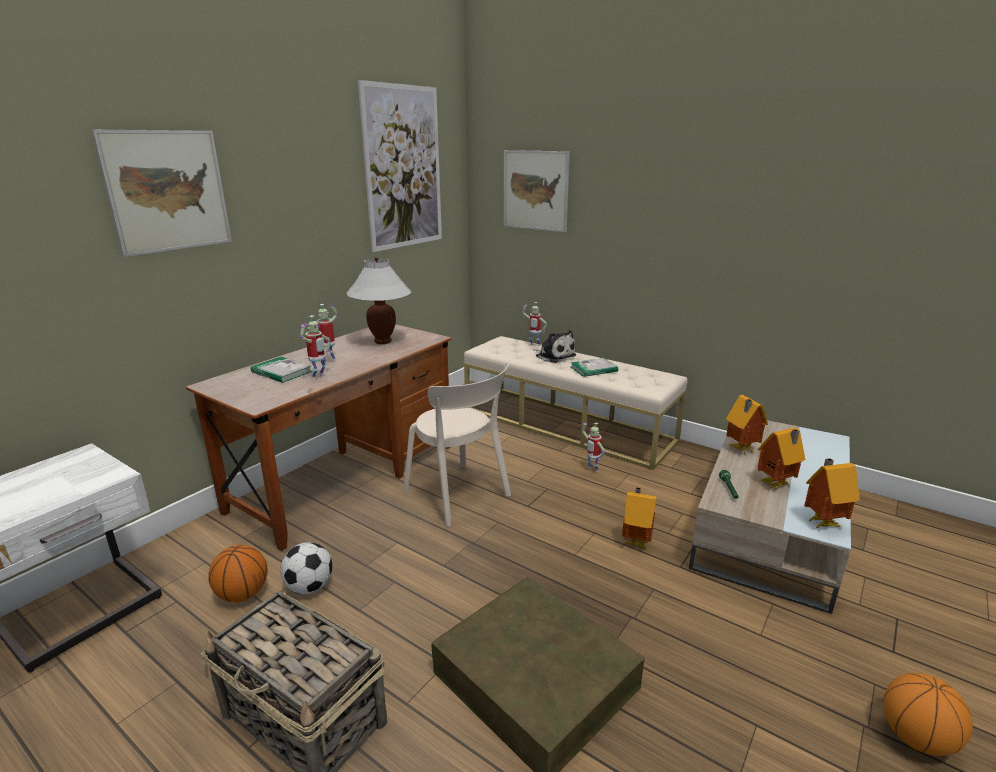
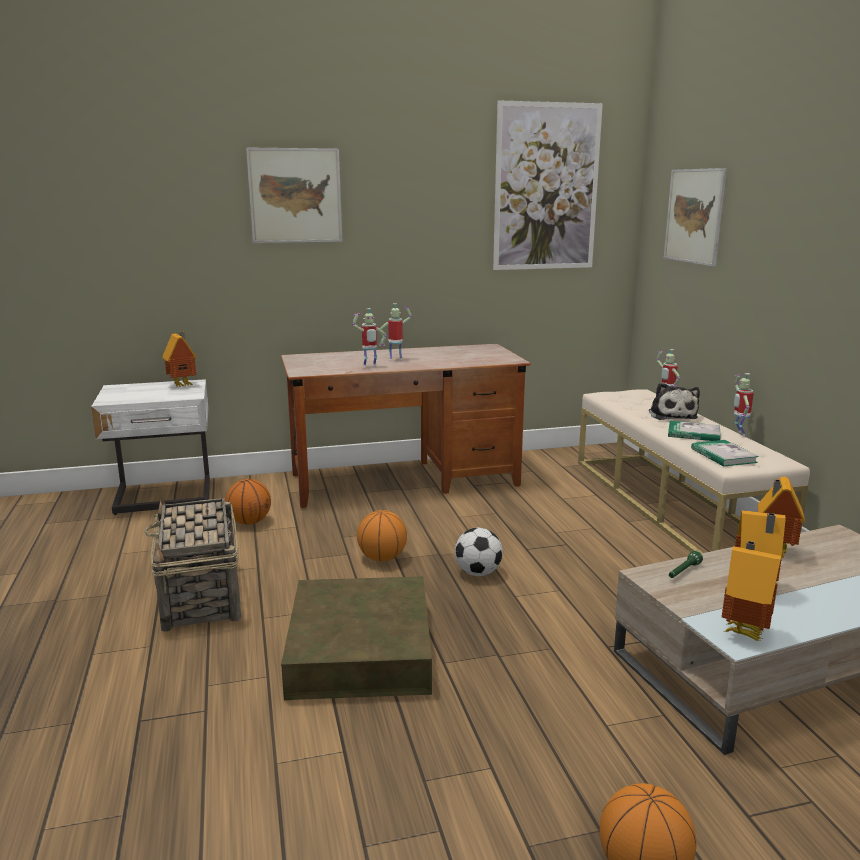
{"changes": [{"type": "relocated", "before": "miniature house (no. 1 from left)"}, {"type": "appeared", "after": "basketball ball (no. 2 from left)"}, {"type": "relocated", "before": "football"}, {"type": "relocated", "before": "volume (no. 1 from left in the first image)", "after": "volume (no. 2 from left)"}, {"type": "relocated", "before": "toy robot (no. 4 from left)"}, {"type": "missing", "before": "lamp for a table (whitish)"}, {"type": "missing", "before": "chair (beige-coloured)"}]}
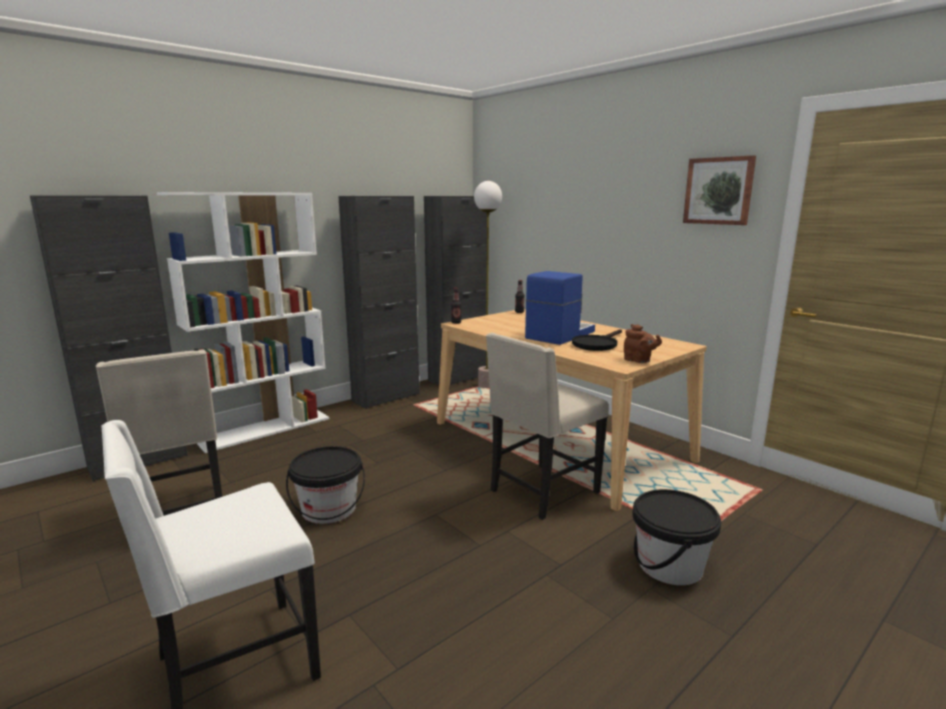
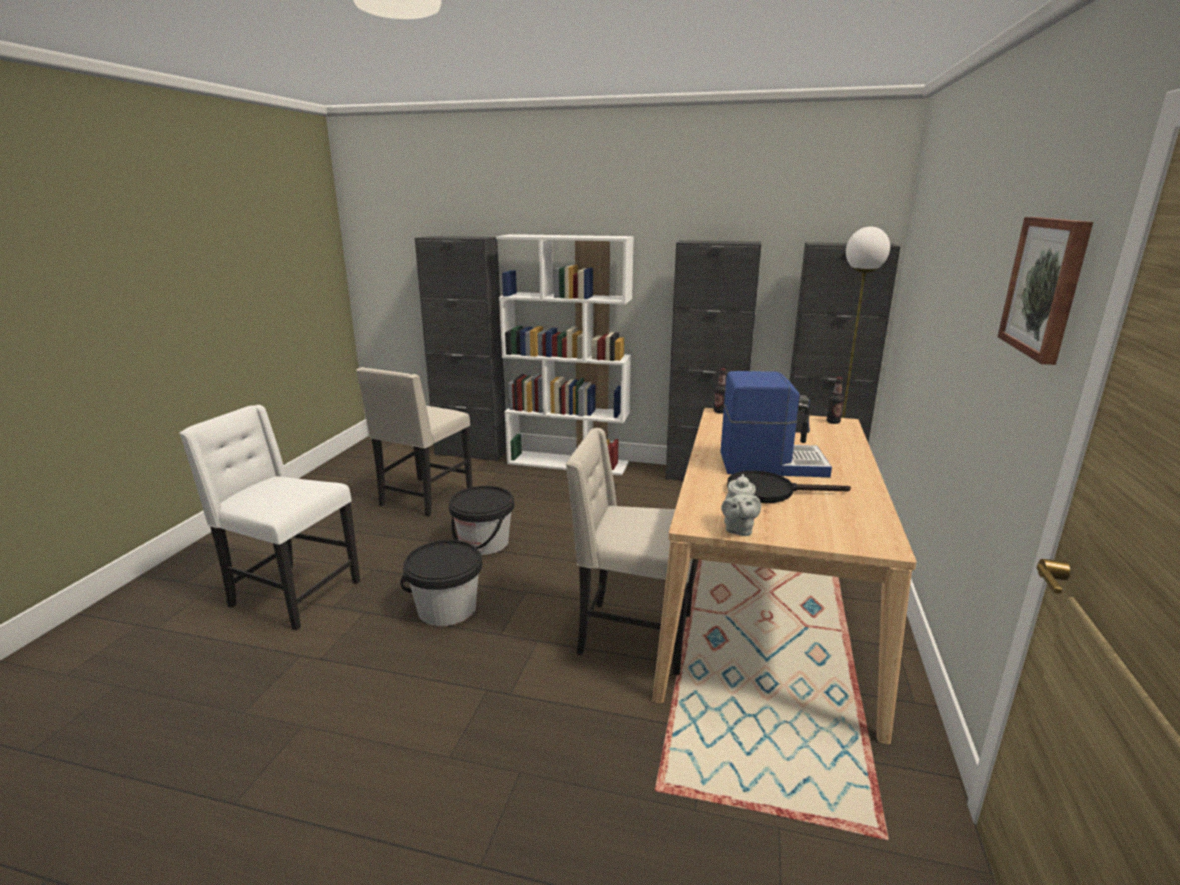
{"changes": [{"type": "relocated", "before": "pail (black) (no. 2 from left in the first image)", "after": "pail (black) (no. 1 from left)"}, {"type": "colour", "before": "teapot (brownish)", "after": "teapot (grey)"}]}
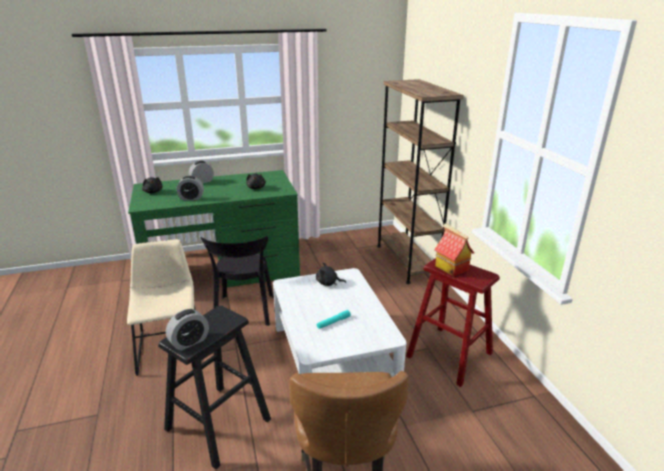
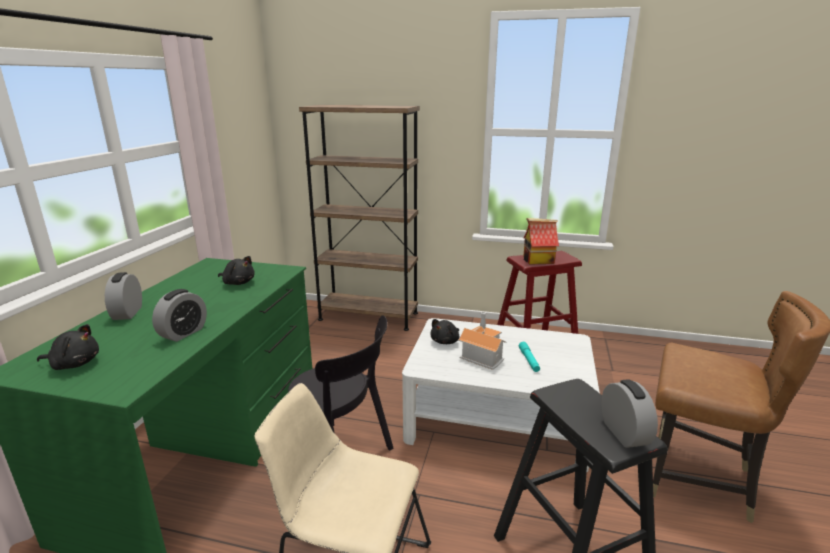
{"changes": [{"type": "appeared", "after": "miniature house (no. 1 from left)"}]}
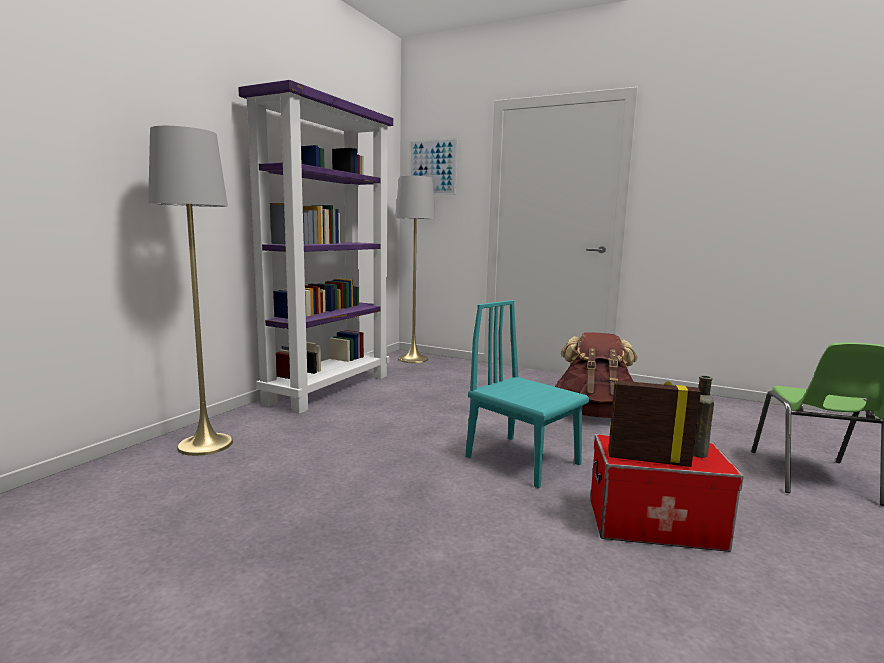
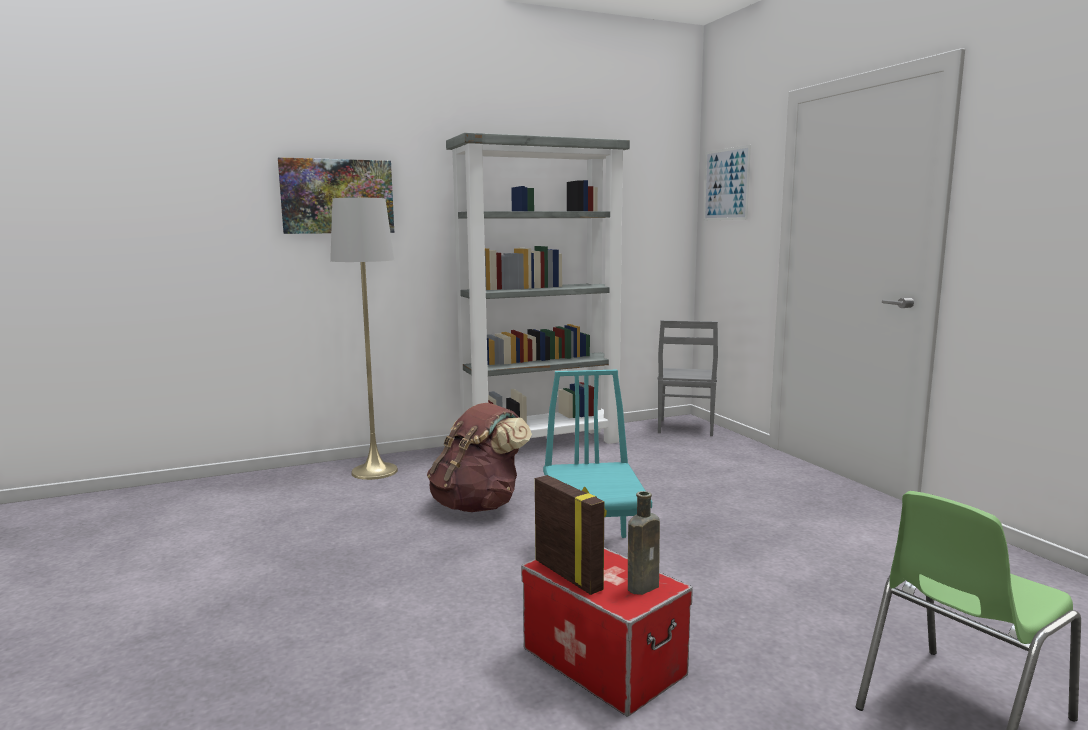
{"changes": [{"type": "appeared", "after": "picture (no. 1 from left)"}, {"type": "relocated", "before": "knapsack (brownish)"}, {"type": "colour", "before": "shelving unit (purple-coloured)", "after": "shelving unit (grey)"}, {"type": "exchanged", "before": "standing lamp (grey) (no. 2 from left)", "after": "chair (grey)"}]}
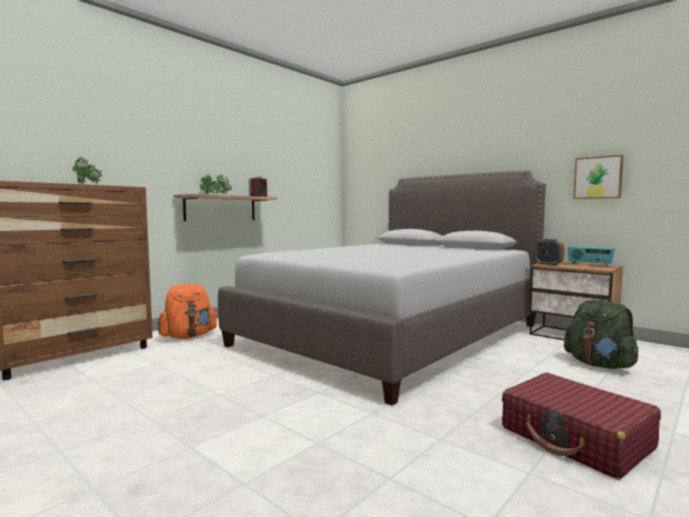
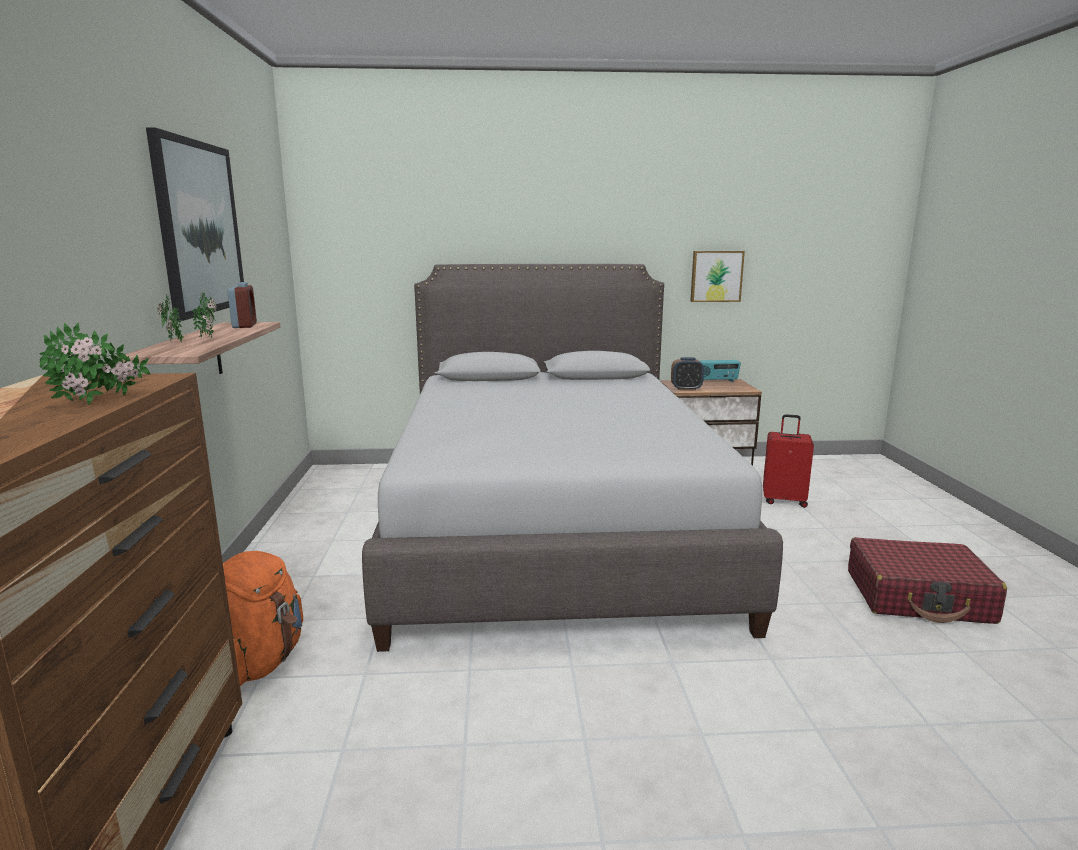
{"changes": [{"type": "appeared", "after": "picture (no. 1 from left)"}, {"type": "exchanged", "before": "knapsack (greenish)", "after": "travel case (reddish) (no. 1 from left)"}]}
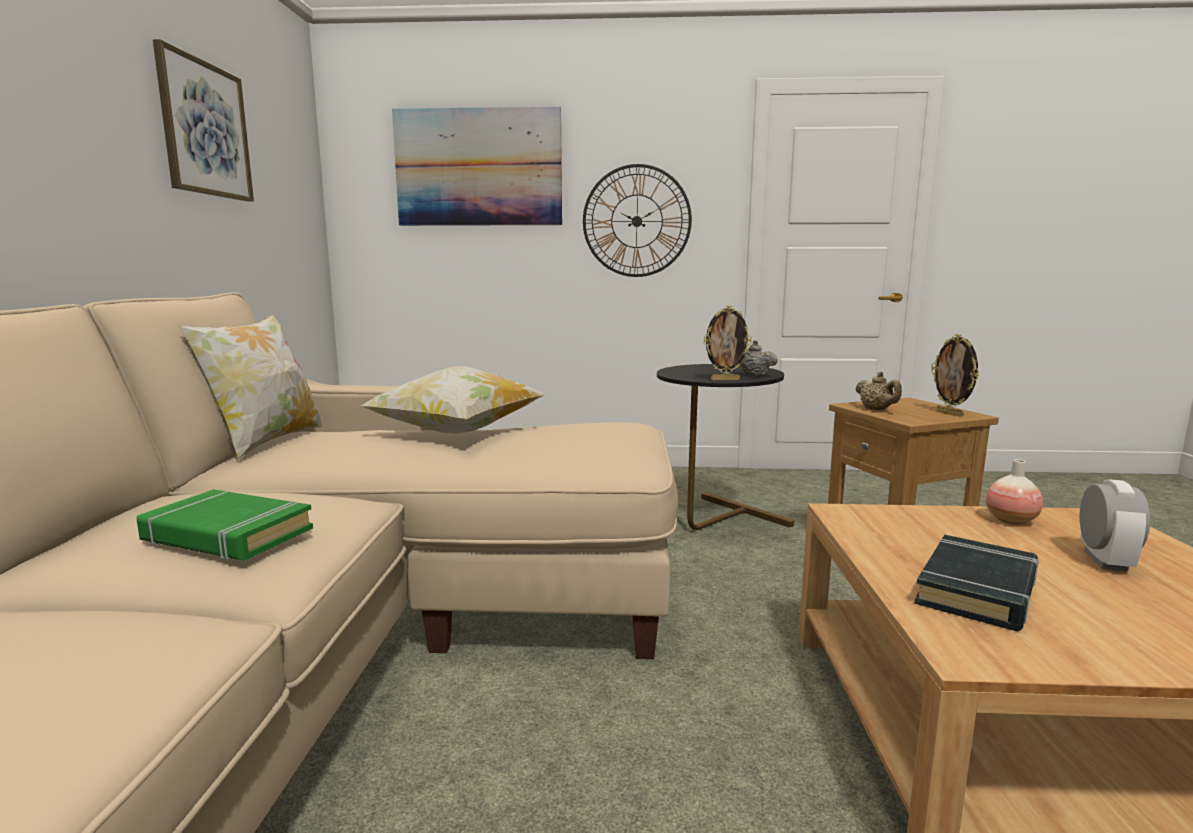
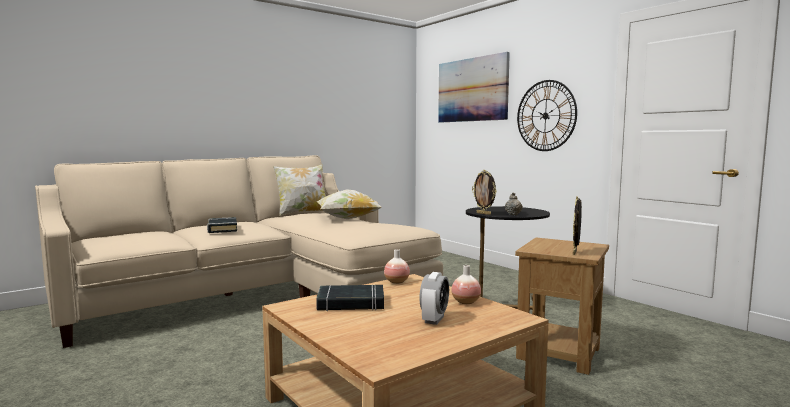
{"changes": [{"type": "colour", "before": "volume (greenish)", "after": "volume (black) (no. 1 from left)"}, {"type": "appeared", "after": "flower vase (no. 1 from left)"}, {"type": "spun", "before": "bedside clock", "turn": -45}, {"type": "missing", "before": "picture (no. 1 from left)"}, {"type": "missing", "before": "teapot (beige-coloured) (no. 2 from left)"}]}
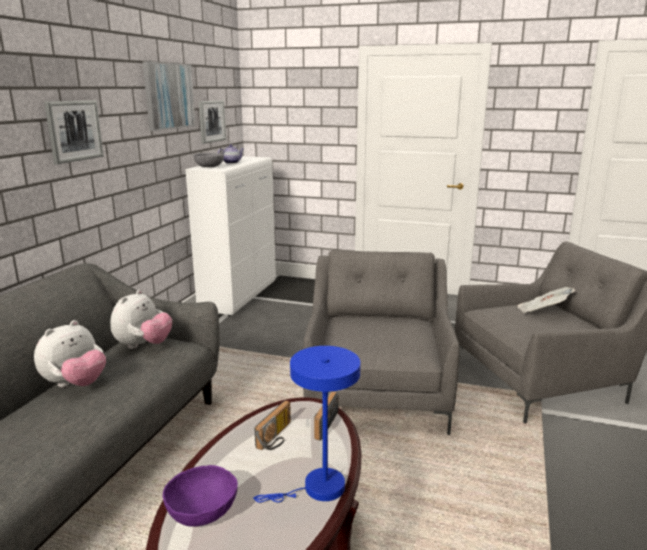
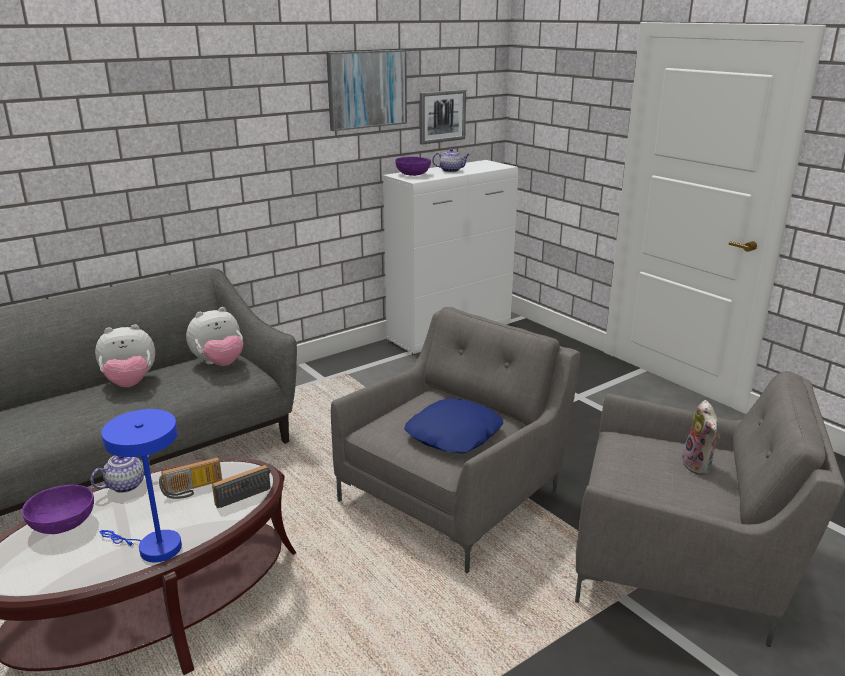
{"changes": [{"type": "appeared", "after": "teapot (no. 1 from left)"}, {"type": "colour", "before": "bowl (grey)", "after": "bowl (purple-coloured) (no. 2 from left)"}, {"type": "appeared", "after": "throw pillow (blue-coloured)"}, {"type": "exchanged", "before": "printed paper", "after": "cuddly toy (no. 3 from left)"}, {"type": "missing", "before": "picture (no. 1 from left)"}]}
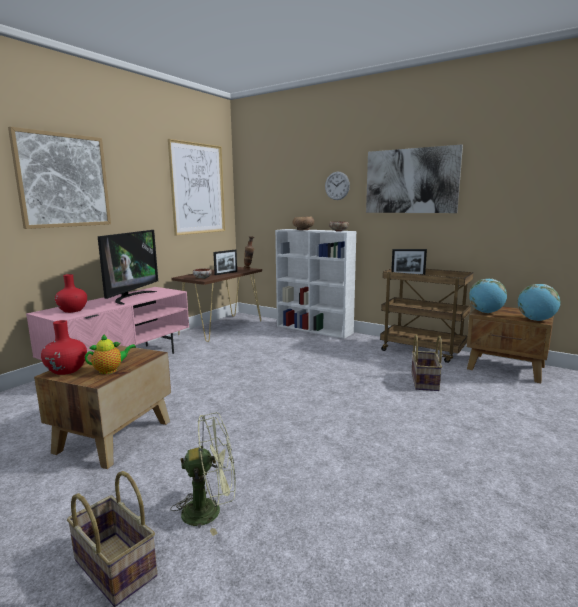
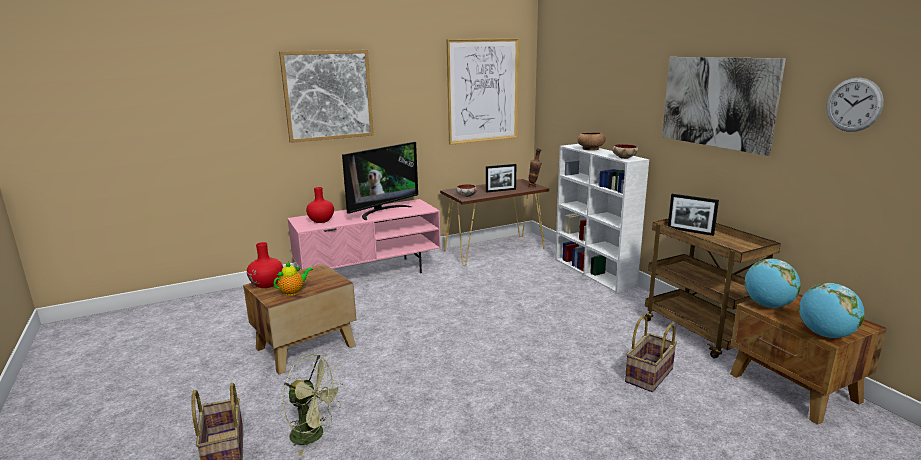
{"changes": [{"type": "spun", "before": "teapot", "turn": -45}, {"type": "relocated", "before": "hanging clock"}]}
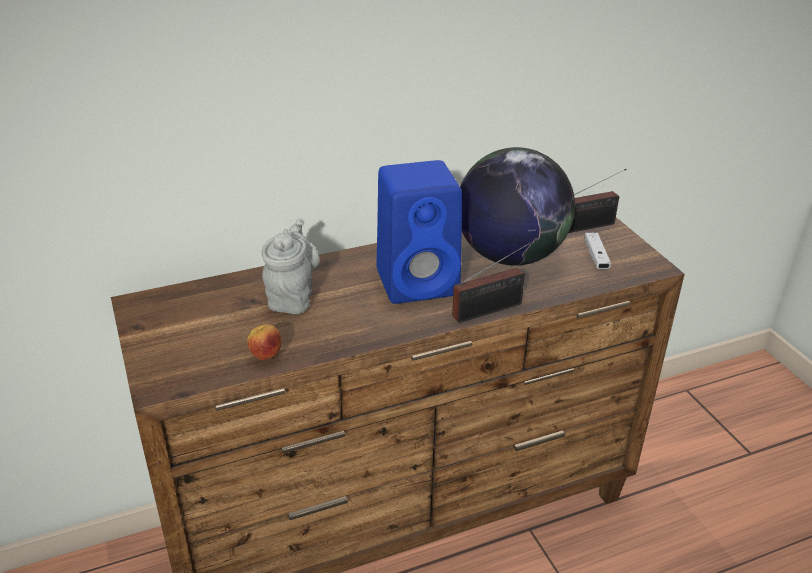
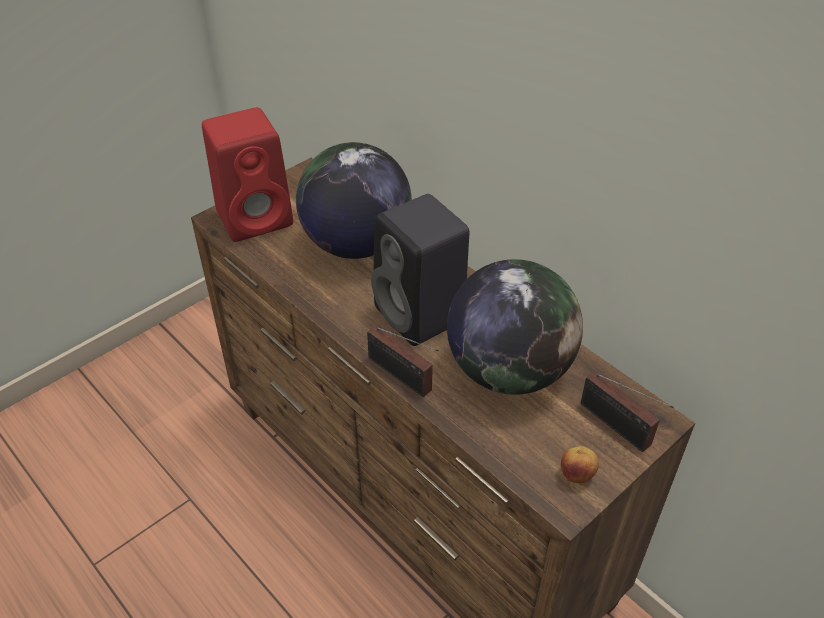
{"changes": [{"type": "appeared", "after": "loudspeaker (reddish)"}, {"type": "exchanged", "before": "teapot (grey)", "after": "world globe (no. 1 from left)"}, {"type": "colour", "before": "loudspeaker (blue-coloured)", "after": "loudspeaker (black)"}, {"type": "relocated", "before": "apple fruit"}, {"type": "missing", "before": "game controller (whitish)"}]}
